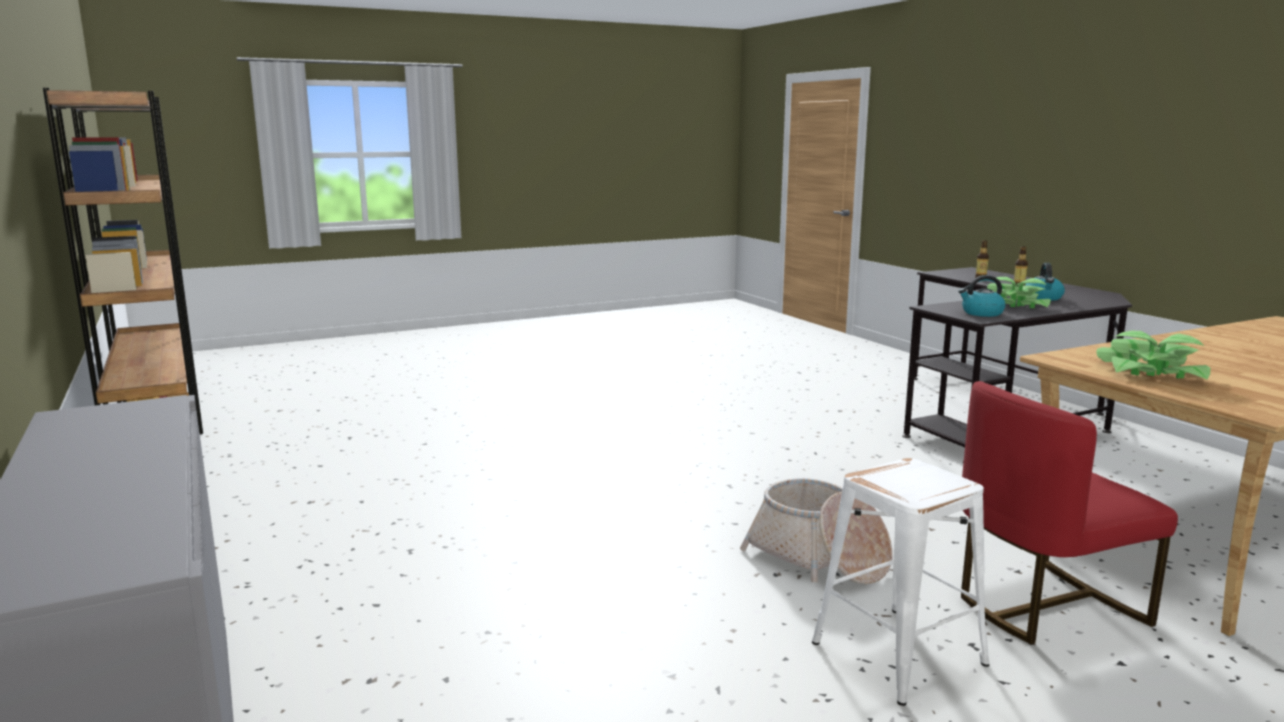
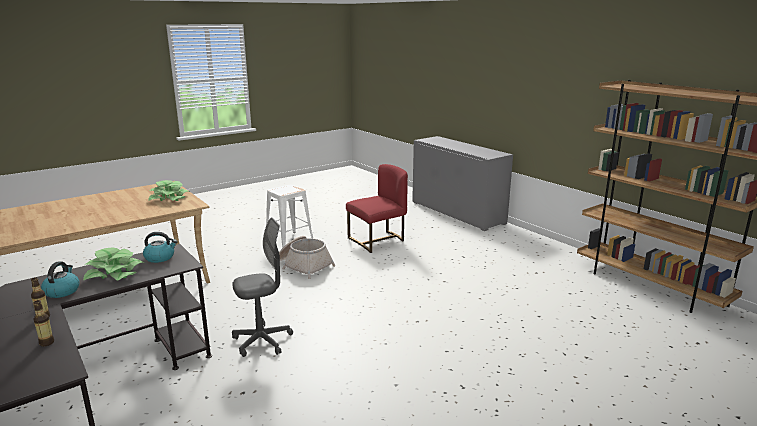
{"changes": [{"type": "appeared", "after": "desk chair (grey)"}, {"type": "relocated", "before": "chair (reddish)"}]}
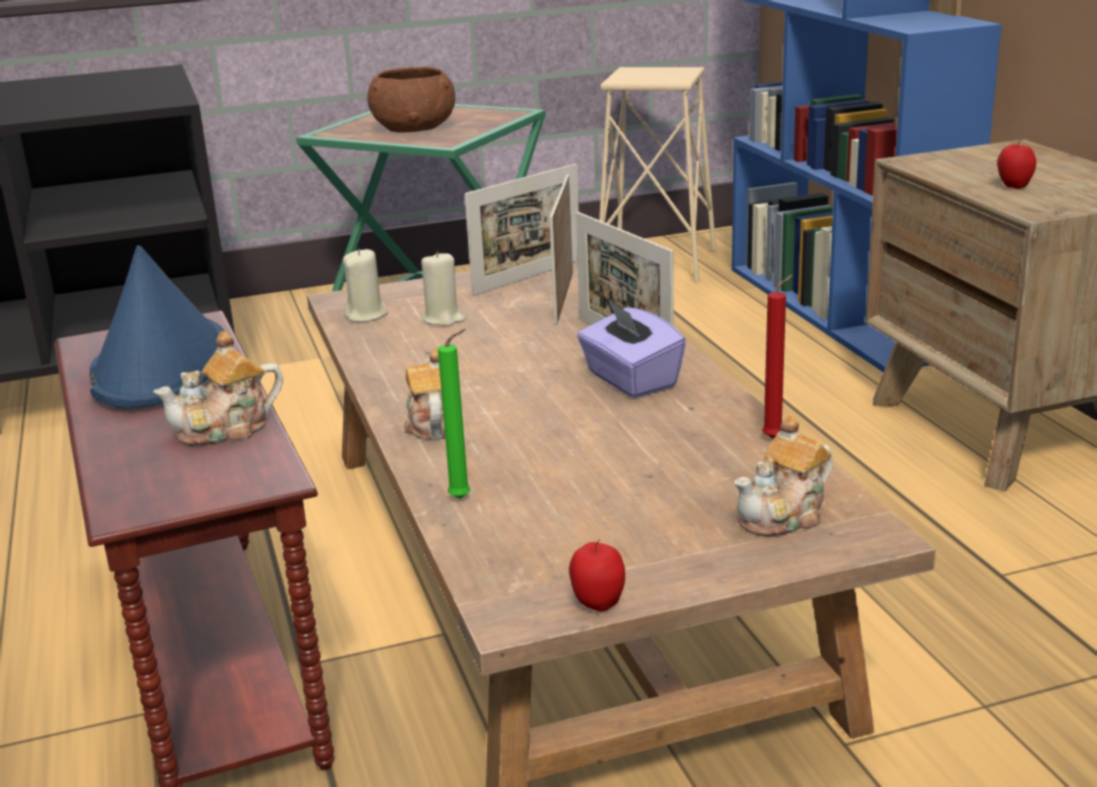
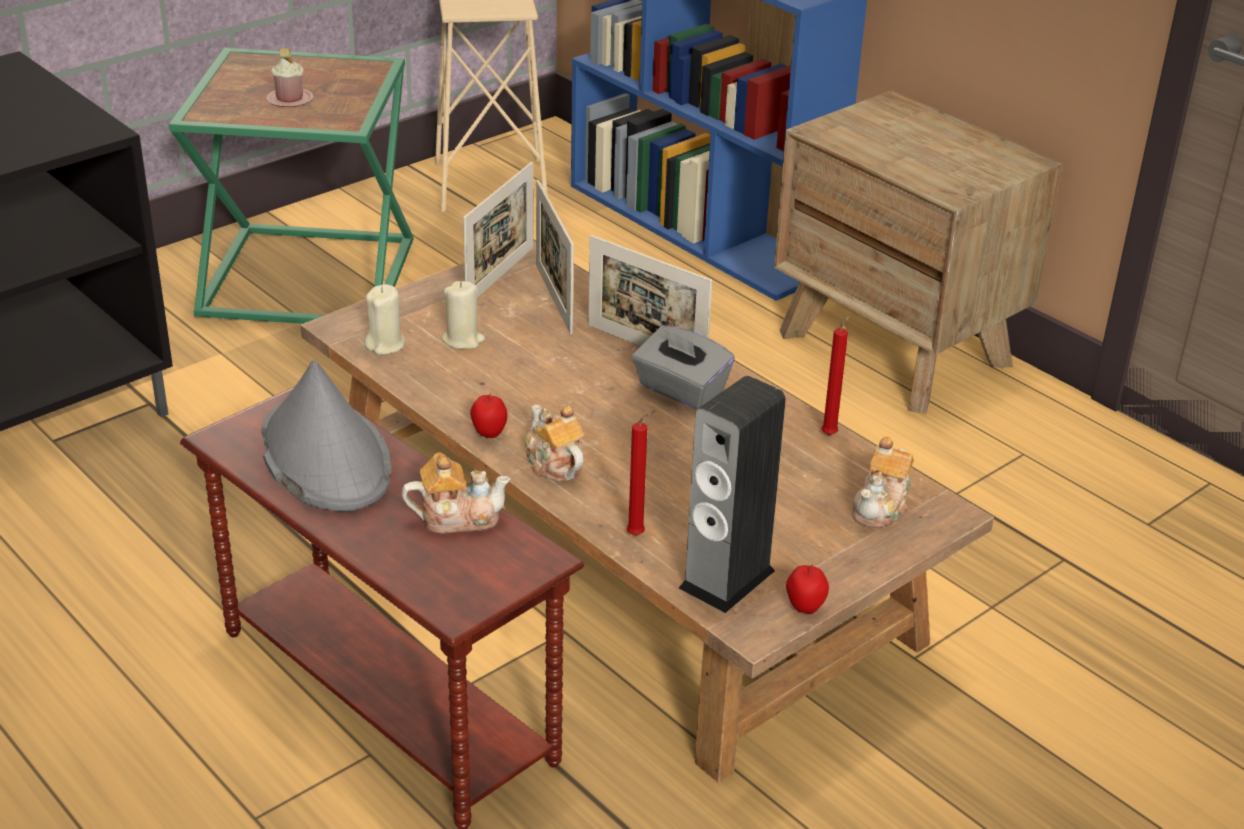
{"changes": [{"type": "colour", "before": "hat (blue-coloured)", "after": "hat (grey)"}, {"type": "exchanged", "before": "bowl (brownish)", "after": "mug (pink)"}, {"type": "spun", "before": "teapot (no. 1 from left)", "turn": -135}, {"type": "relocated", "before": "apple fruit (no. 2 from left in the first image)", "after": "apple fruit (no. 1 from left)"}, {"type": "colour", "before": "wax light (greenish)", "after": "wax light (reddish) (no. 1 from left)"}, {"type": "colour", "before": "tissue holder (purple-coloured)", "after": "tissue holder (grey)"}, {"type": "appeared", "after": "loudspeaker"}]}
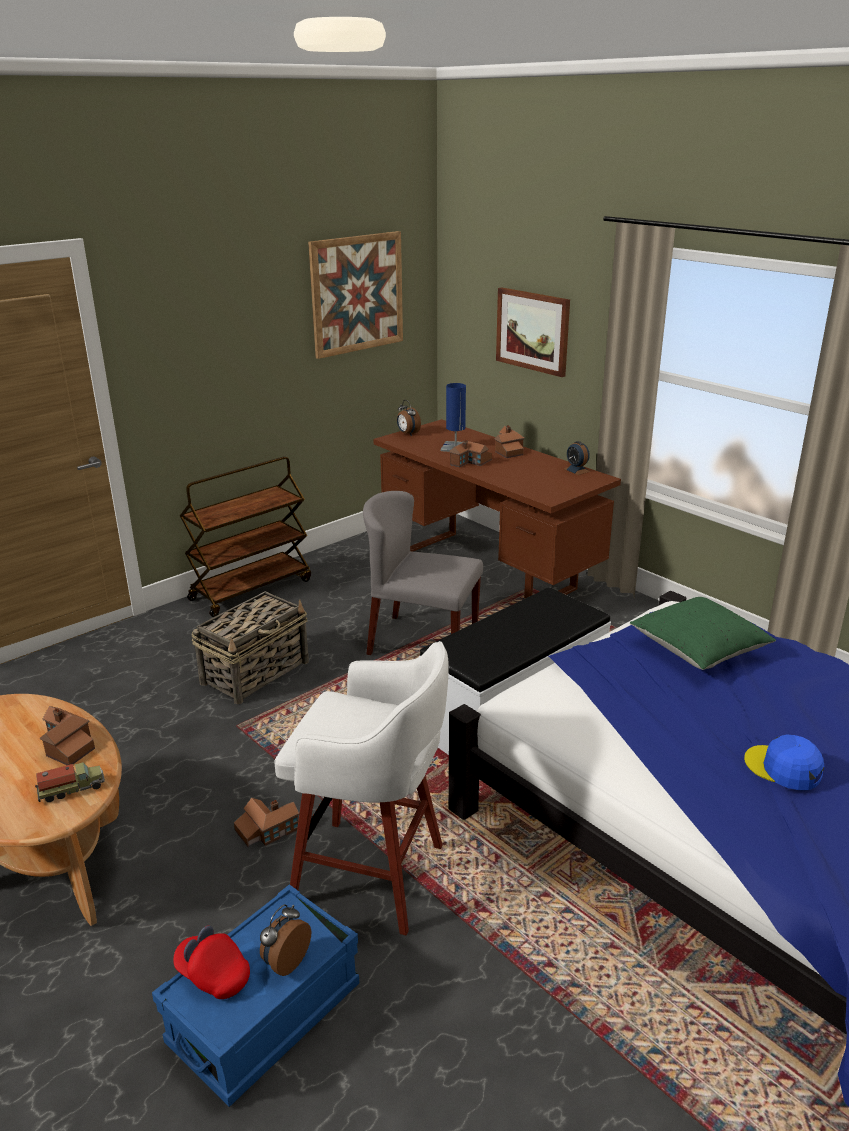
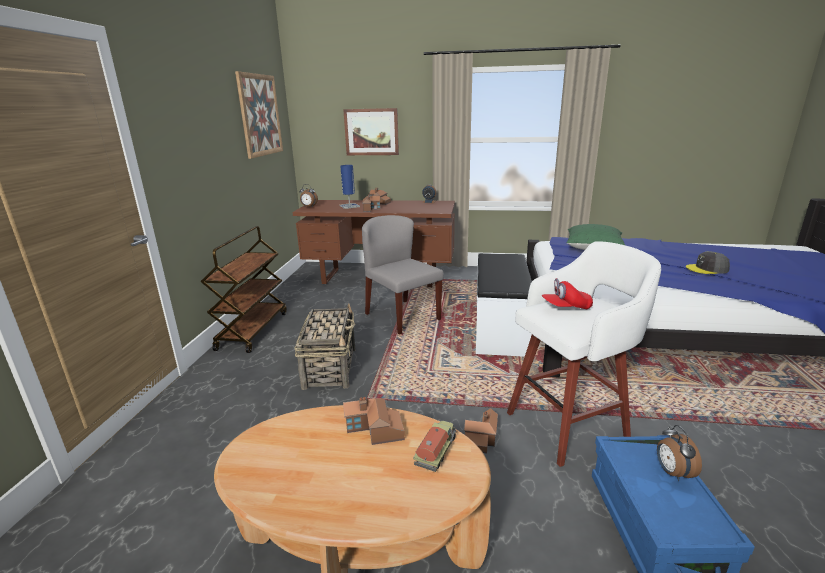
{"changes": [{"type": "spun", "before": "chair (grey)", "turn": 75}, {"type": "relocated", "before": "baseball cap (reddish)"}, {"type": "colour", "before": "baseball cap (blue-coloured)", "after": "baseball cap (grey)"}]}
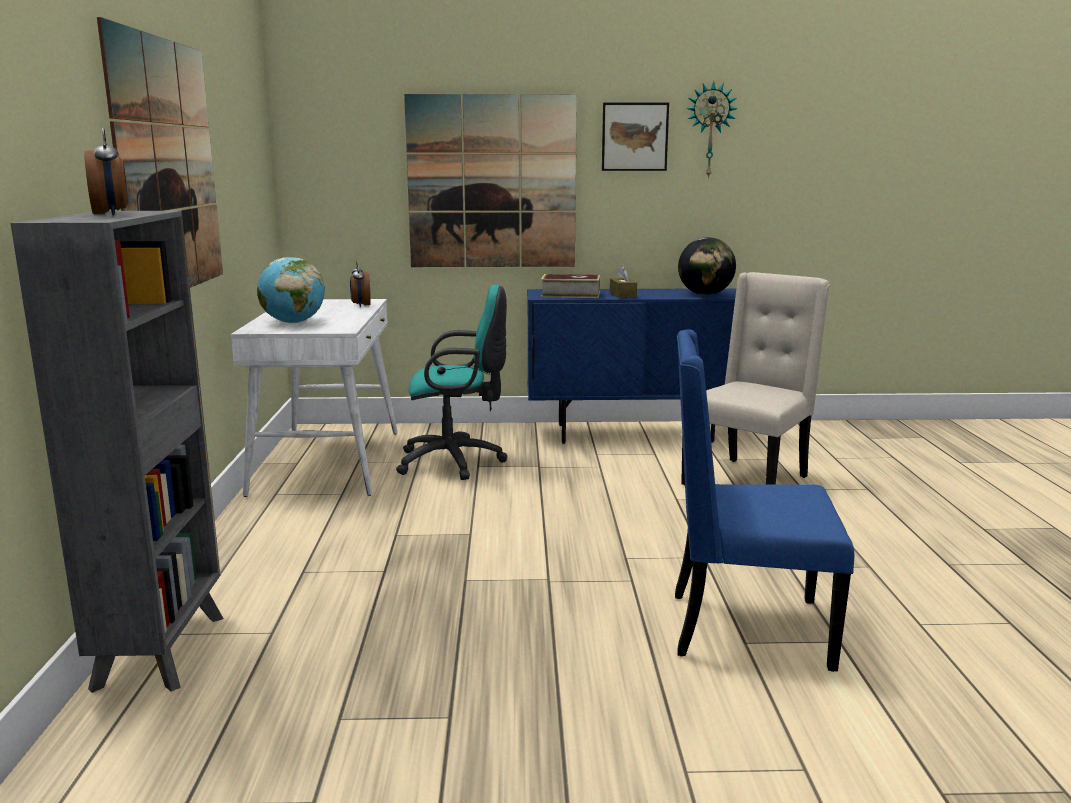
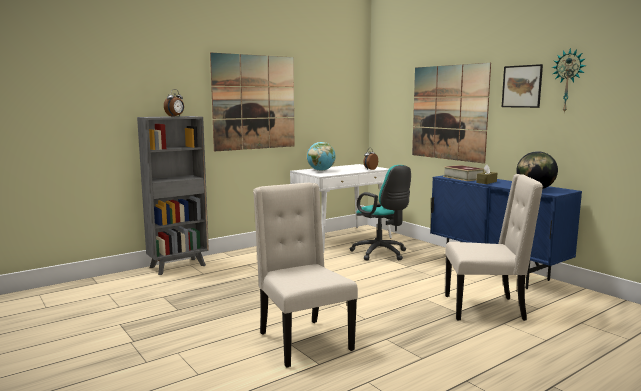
{"changes": [{"type": "colour", "before": "chair (blue-coloured)", "after": "chair (beige-coloured) (no. 1 from left)"}]}
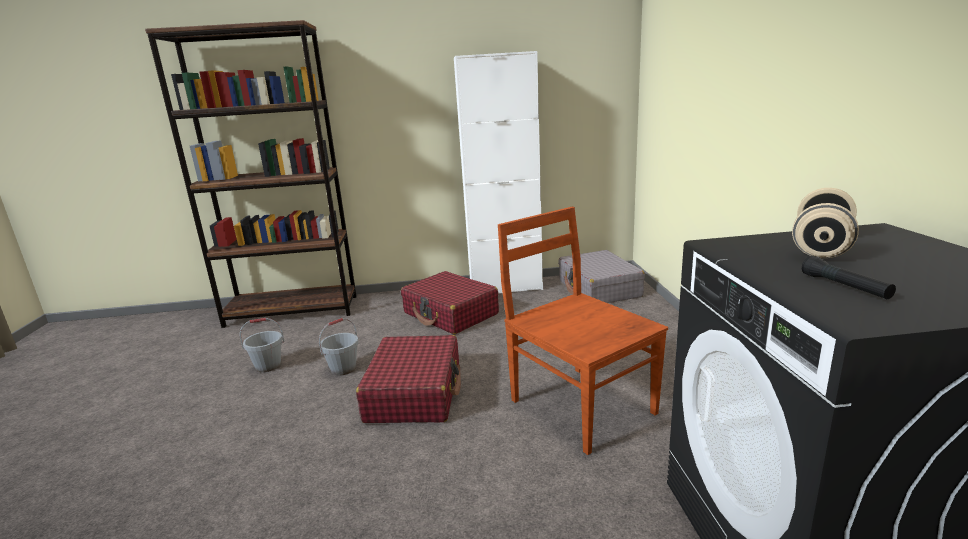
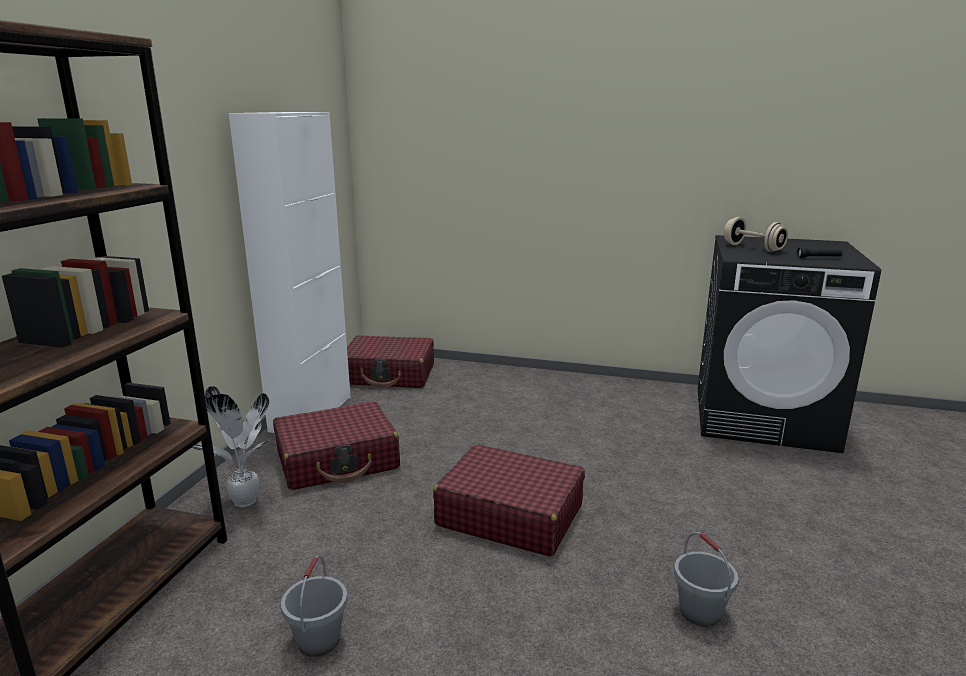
{"changes": [{"type": "appeared", "after": "potted plant"}, {"type": "colour", "before": "travel case (grey)", "after": "travel case (reddish) (no. 2 from left)"}, {"type": "relocated", "before": "pail (grey) (no. 2 from left)"}, {"type": "missing", "before": "chair (brownish)"}]}
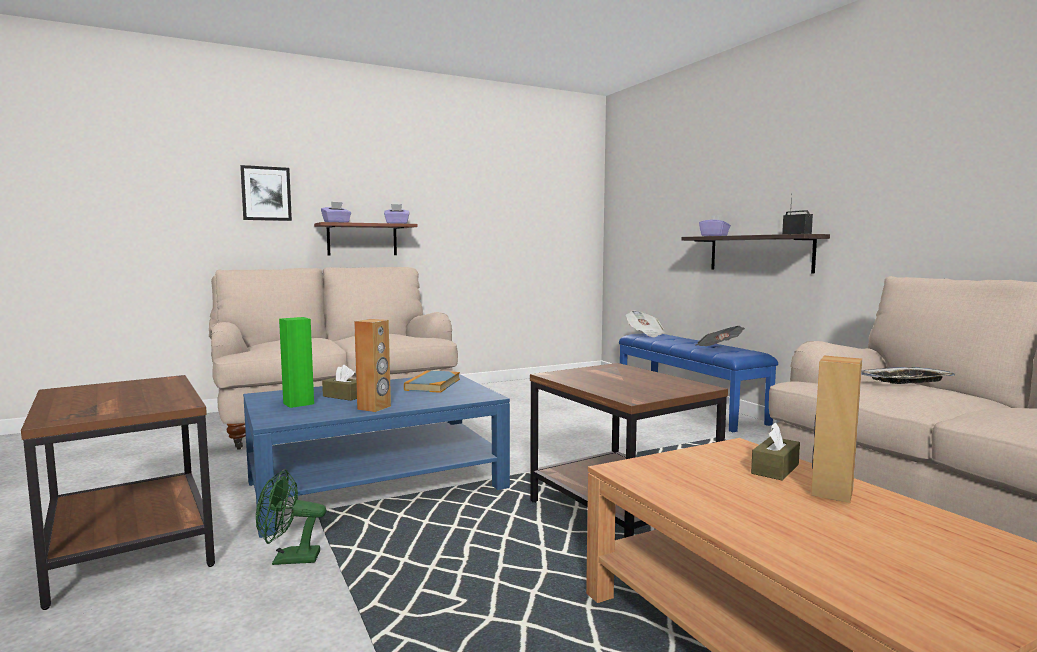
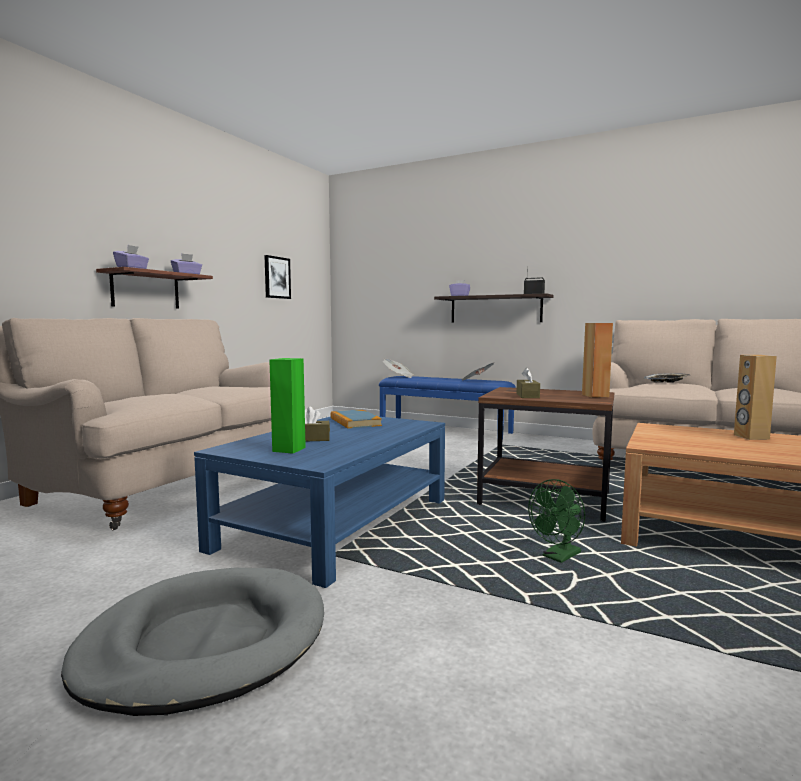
{"changes": [{"type": "exchanged", "before": "accent table (brownish) (no. 1 from left)", "after": "pet bed (grey)"}, {"type": "relocated", "before": "picture"}, {"type": "relocated", "before": "tissue holder (brownish) (no. 2 from left)"}, {"type": "relocated", "before": "cooling fan (greenish)"}, {"type": "relocated", "before": "loudspeaker (brownish) (no. 1 from left)"}]}
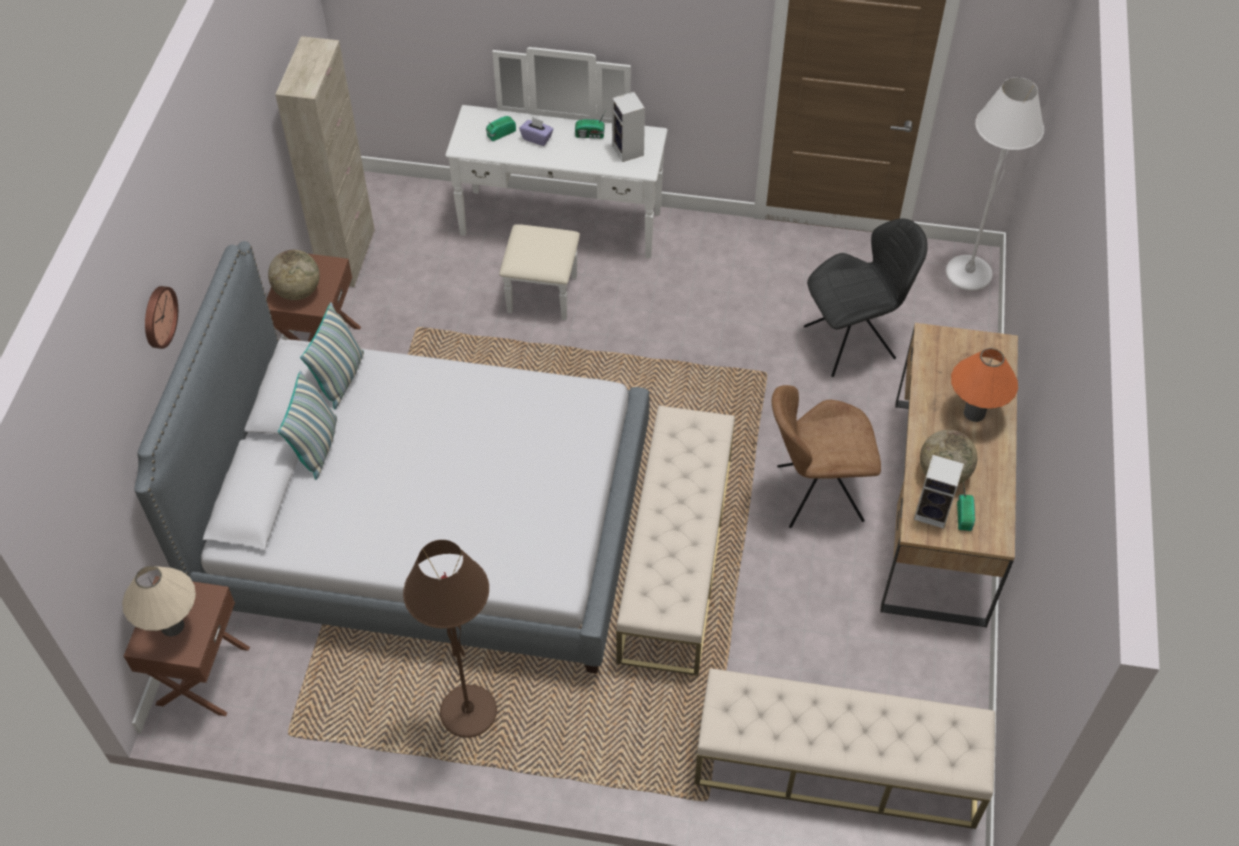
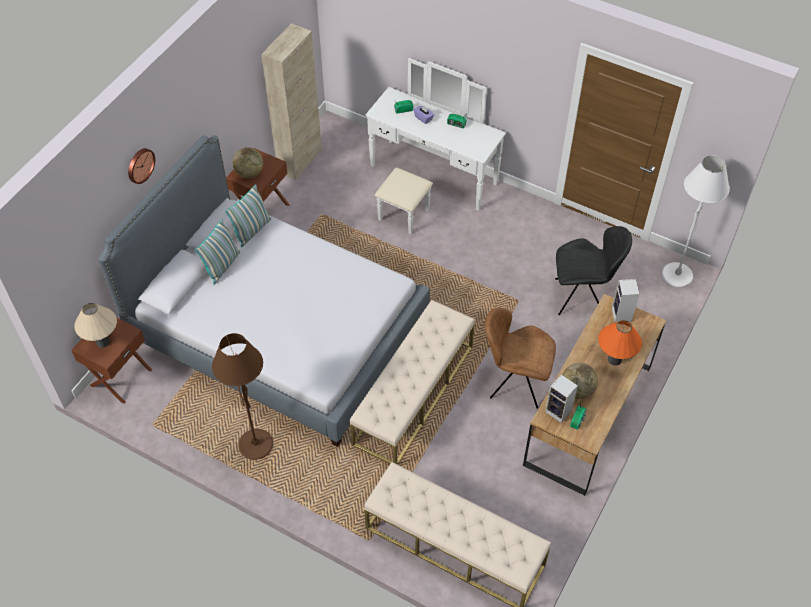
{"changes": [{"type": "relocated", "before": "loudspeaker (no. 1 from left in the first image)", "after": "loudspeaker (no. 2 from left)"}]}
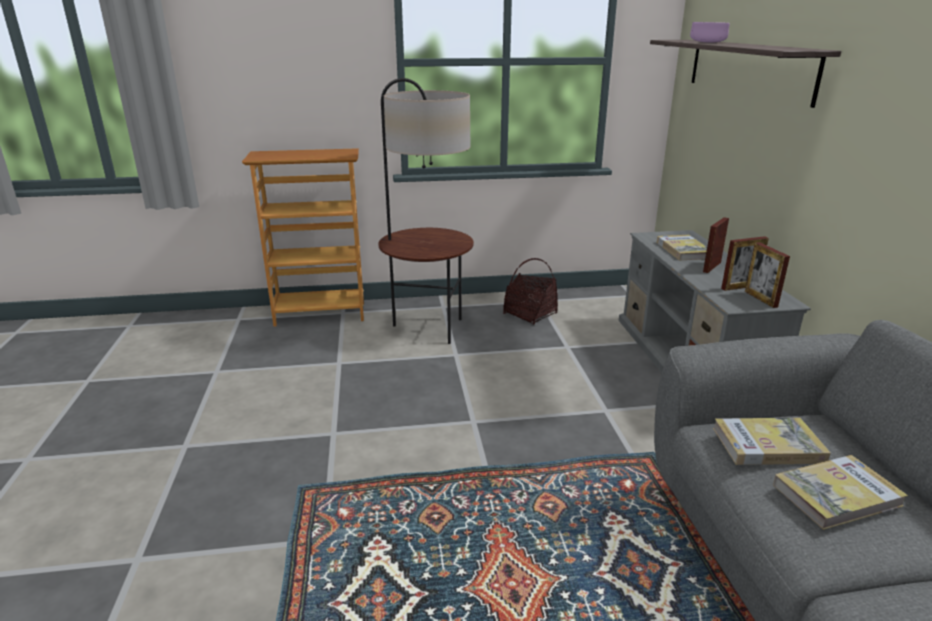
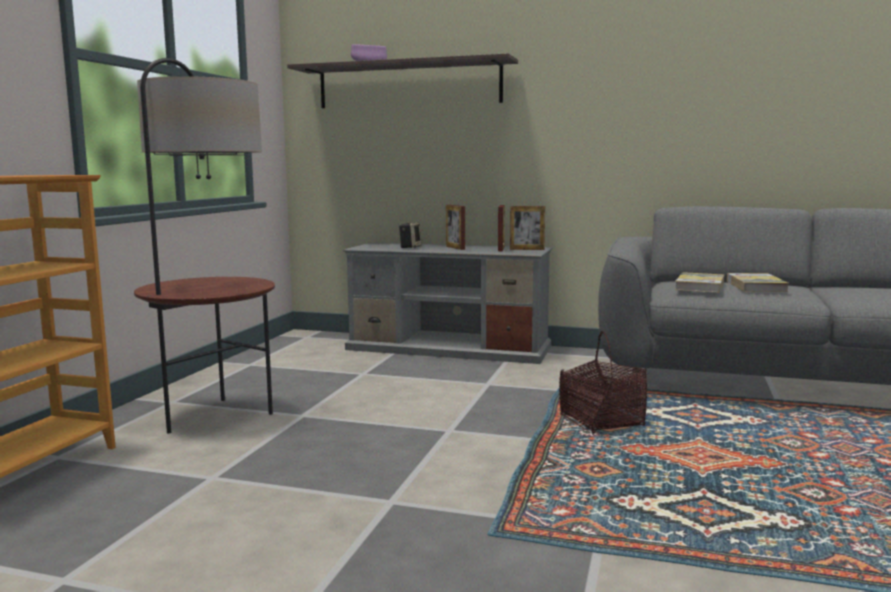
{"changes": [{"type": "exchanged", "before": "volume (no. 1 from left)", "after": "loudspeaker"}, {"type": "relocated", "before": "household basket"}]}
